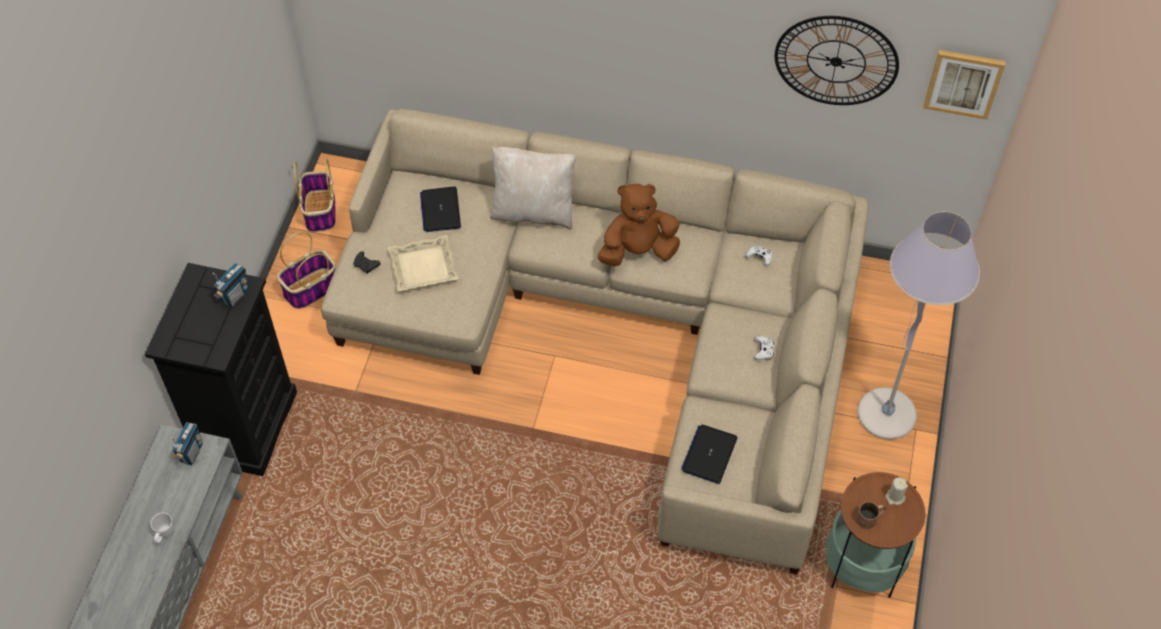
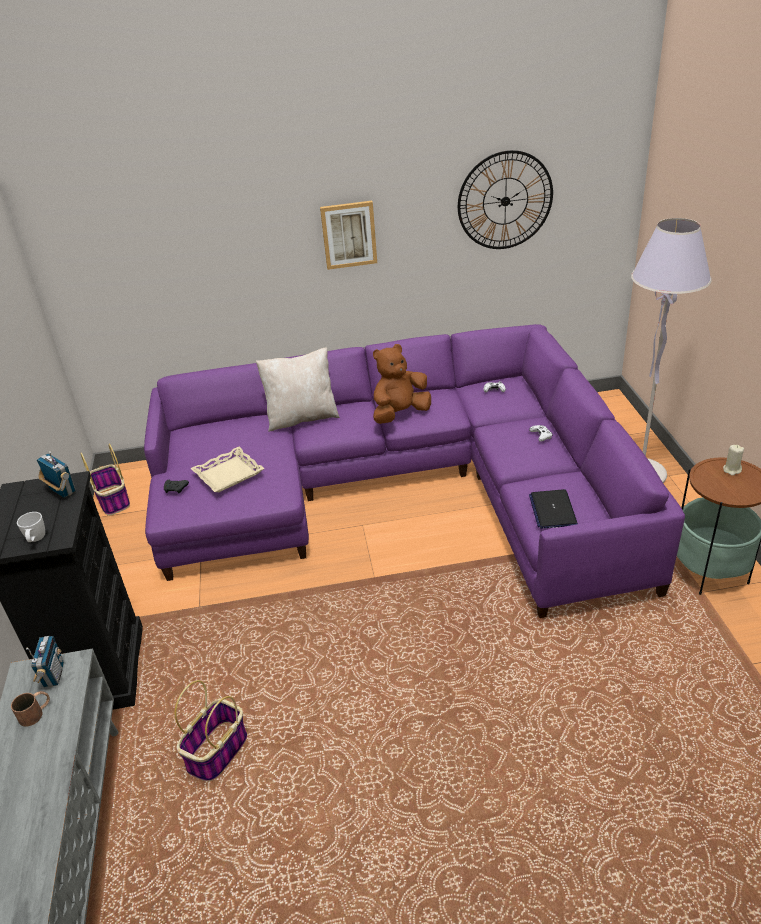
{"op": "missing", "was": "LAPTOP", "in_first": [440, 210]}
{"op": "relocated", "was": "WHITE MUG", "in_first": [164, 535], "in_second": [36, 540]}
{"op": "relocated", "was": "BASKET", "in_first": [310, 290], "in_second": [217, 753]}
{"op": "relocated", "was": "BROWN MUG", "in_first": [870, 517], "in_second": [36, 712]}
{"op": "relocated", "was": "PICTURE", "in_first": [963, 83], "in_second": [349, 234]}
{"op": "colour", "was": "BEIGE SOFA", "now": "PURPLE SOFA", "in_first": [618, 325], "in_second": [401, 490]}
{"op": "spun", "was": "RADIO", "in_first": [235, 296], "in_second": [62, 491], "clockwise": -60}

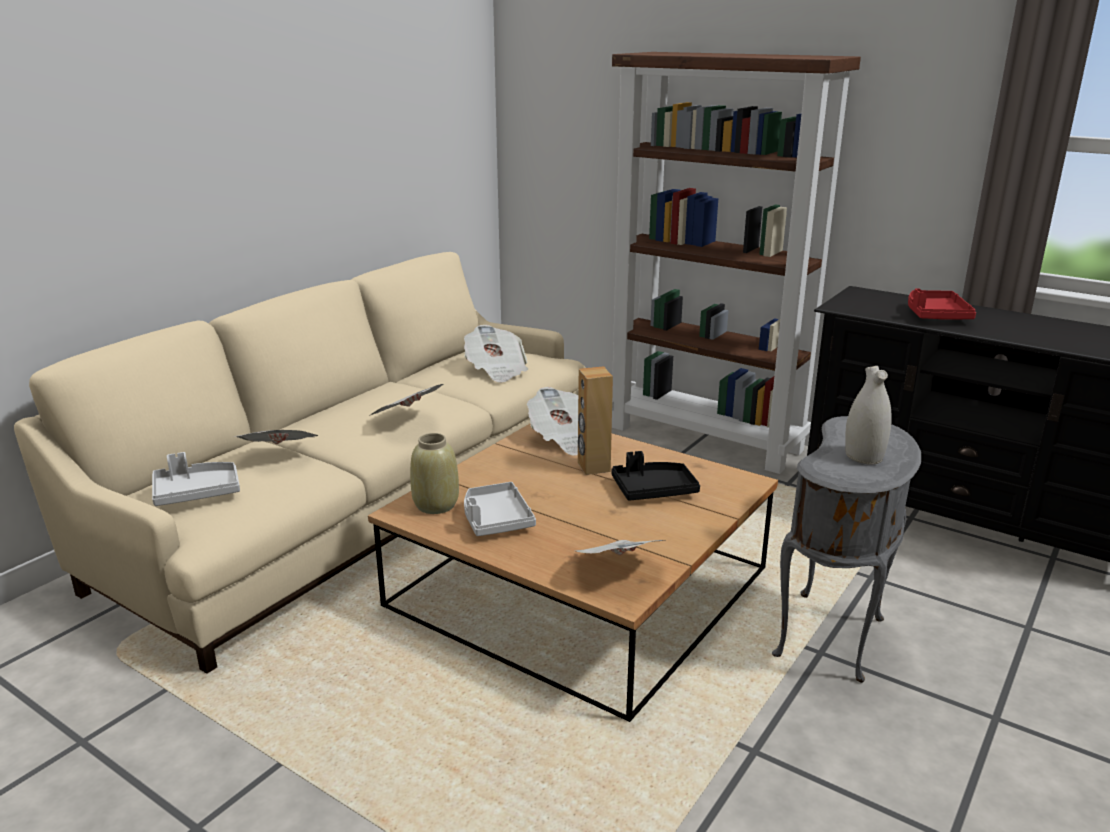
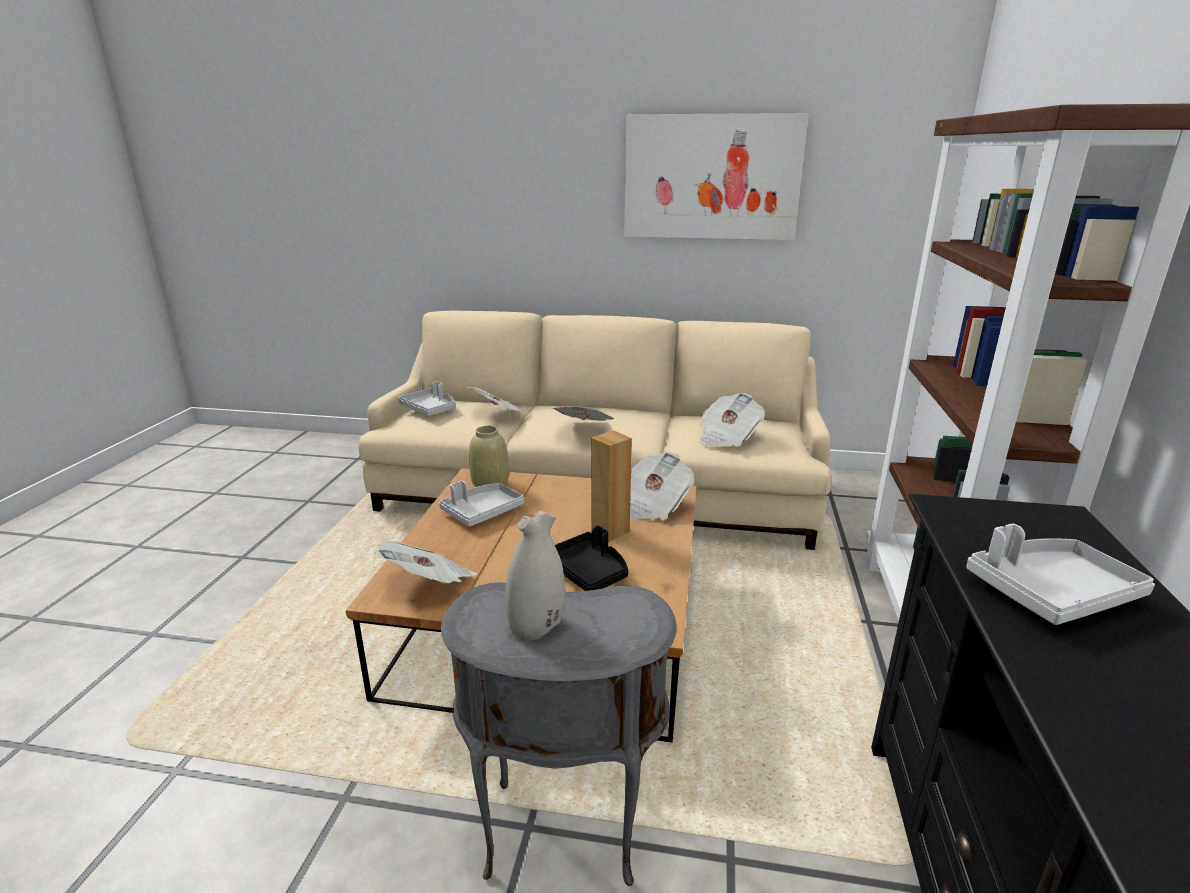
{"op": "appeared", "now": "PICTURE", "in_second": [711, 177]}
{"op": "colour", "was": "RED TRAY", "now": "GREY TRAY", "in_first": [935, 315], "in_second": [1050, 592]}

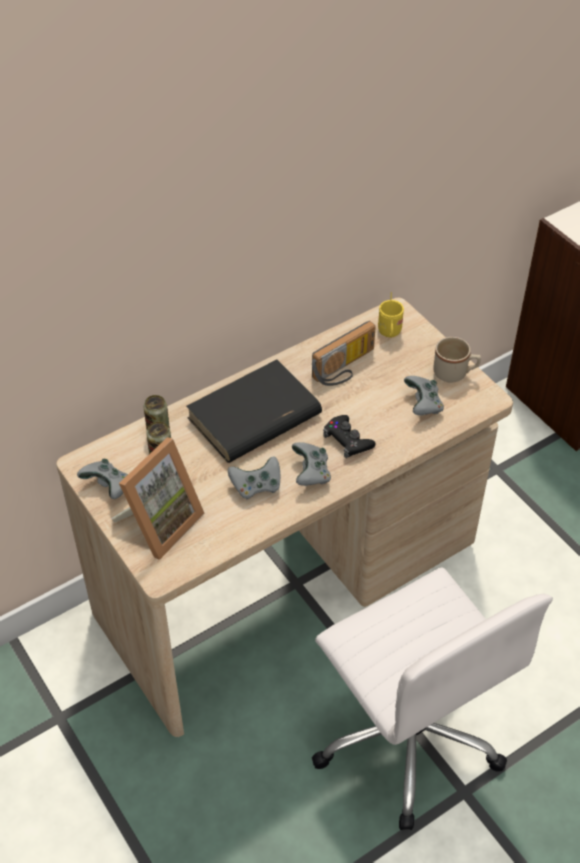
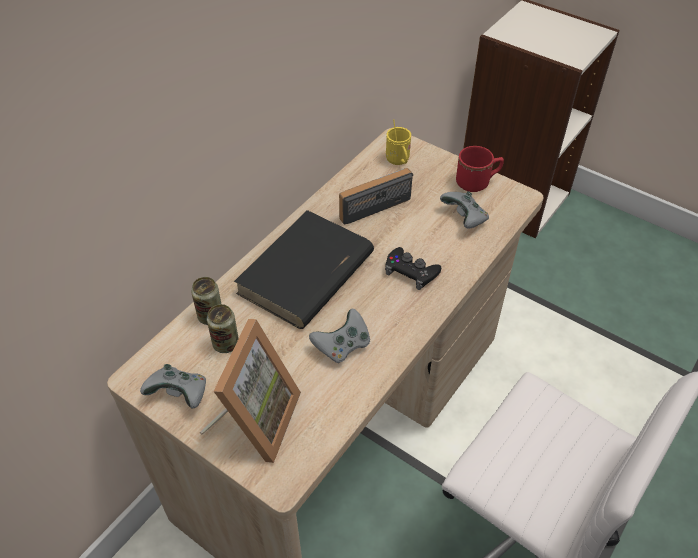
{"op": "missing", "was": "GREY GAME CONTROLLER", "in_first": [311, 473]}
{"op": "colour", "was": "BEIGE MUG", "now": "RED MUG", "in_first": [455, 373], "in_second": [477, 182]}
{"op": "spun", "was": "RADIO", "in_first": [345, 368], "in_second": [374, 203], "clockwise": -150}

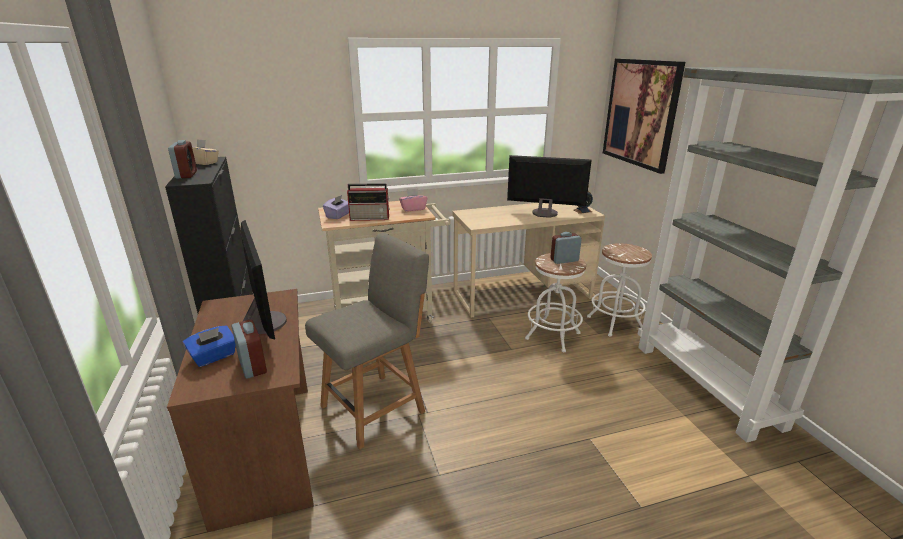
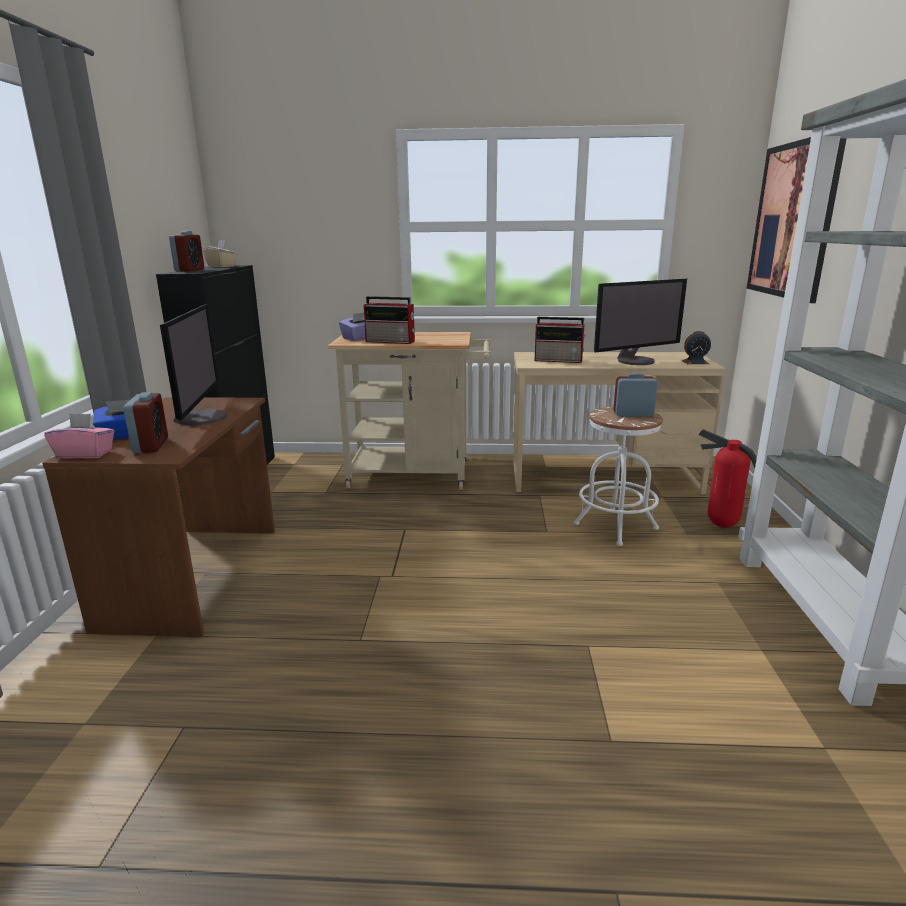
{"op": "missing", "was": "GREY CHAIR", "in_first": [376, 407]}
{"op": "appeared", "now": "RADIO", "in_second": [559, 360]}
{"op": "relocated", "was": "PINK TISSUE BOX", "in_first": [413, 209], "in_second": [85, 454]}
{"op": "exchanged", "was": "WHITE STOOL", "now": "FIRE EXTINGUISHER", "in_first": [614, 323], "in_second": [721, 526]}
{"op": "spun", "was": "MONITOR", "in_first": [544, 213], "in_second": [635, 361], "clockwise": 120}

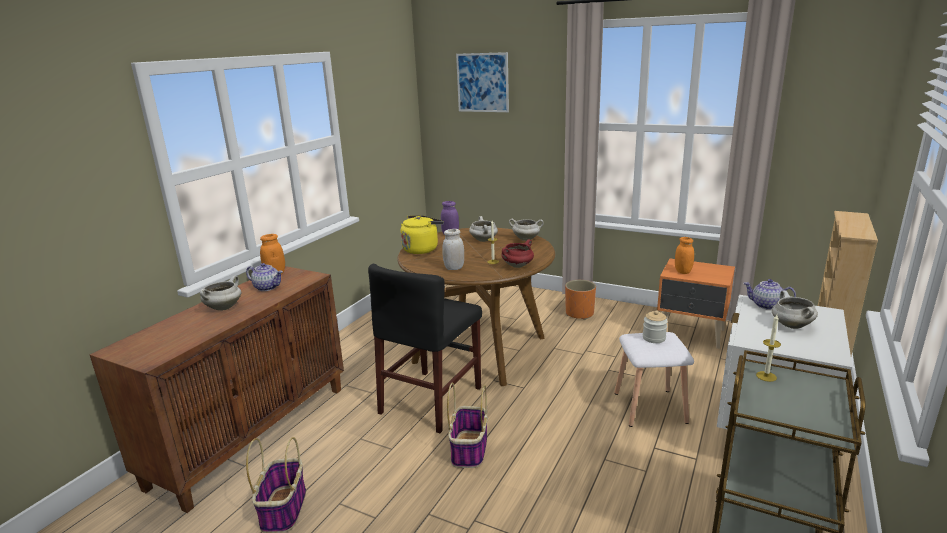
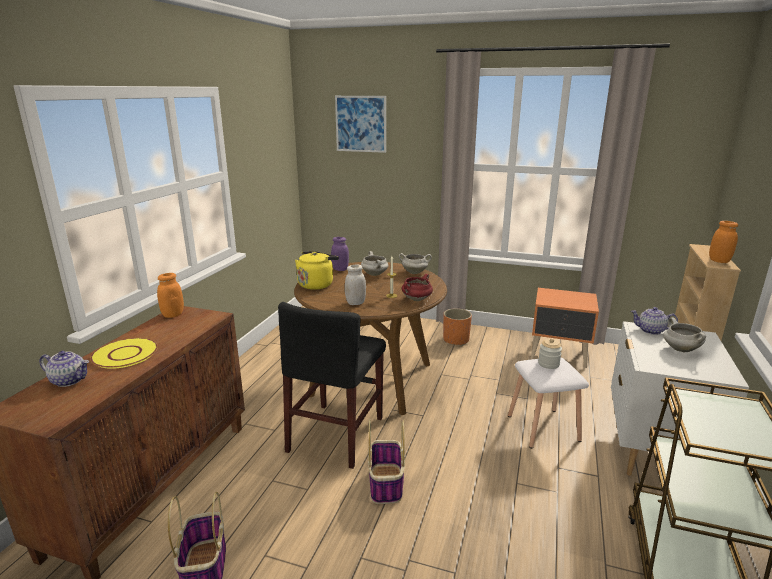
{"op": "missing", "was": "CANDLE", "in_first": [766, 376]}
{"op": "relocated", "was": "TEAPOT", "in_first": [267, 287], "in_second": [69, 380]}
{"op": "relocated", "was": "ORANGE JAR", "in_first": [683, 271], "in_second": [719, 261]}
{"op": "exchanged", "was": "WHITE COOKING POT", "now": "YELLOW PLATE", "in_first": [224, 307], "in_second": [125, 354]}

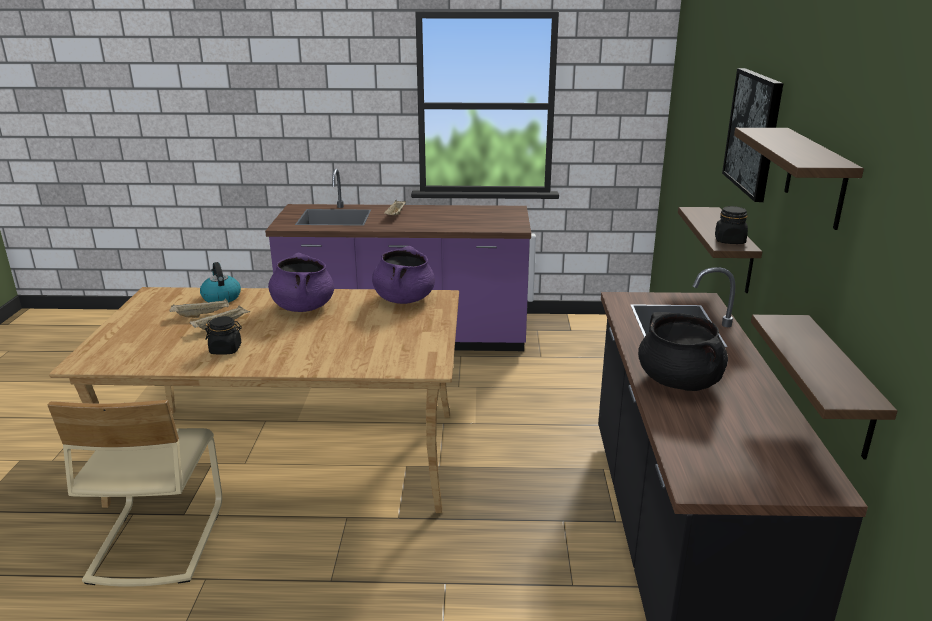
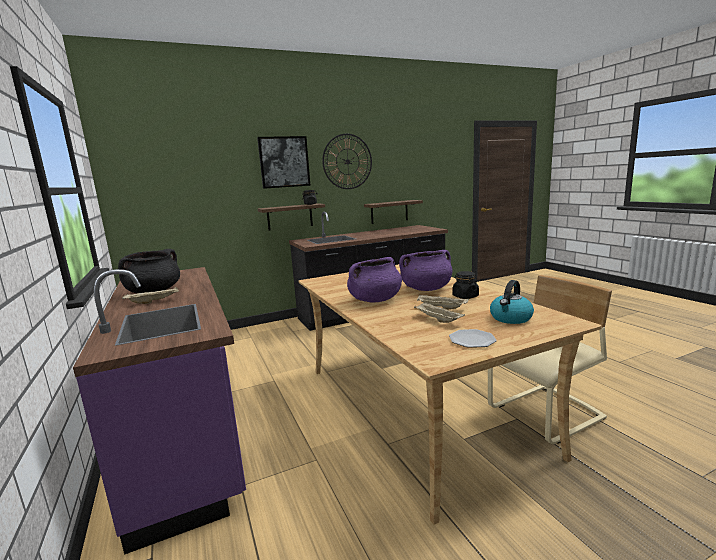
{"op": "appeared", "now": "PLATE", "in_second": [471, 340]}
{"op": "relocated", "was": "KETTLE", "in_first": [221, 297], "in_second": [511, 318]}
{"op": "relocated", "was": "PURPLE COOKING POT", "in_first": [404, 299], "in_second": [426, 289]}
{"op": "relocated", "was": "BLACK COOKING POT", "in_first": [679, 381], "in_second": [154, 292]}
{"op": "exchanged", "was": "SHELF", "now": "WALL CLOCK", "in_first": [815, 178], "in_second": [347, 161]}

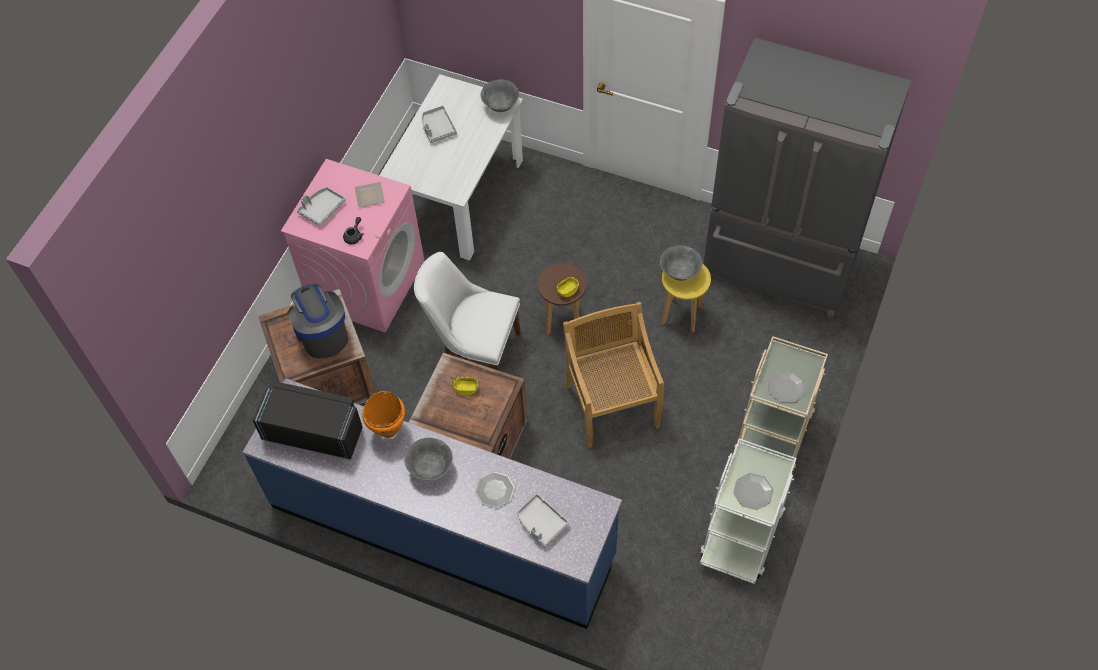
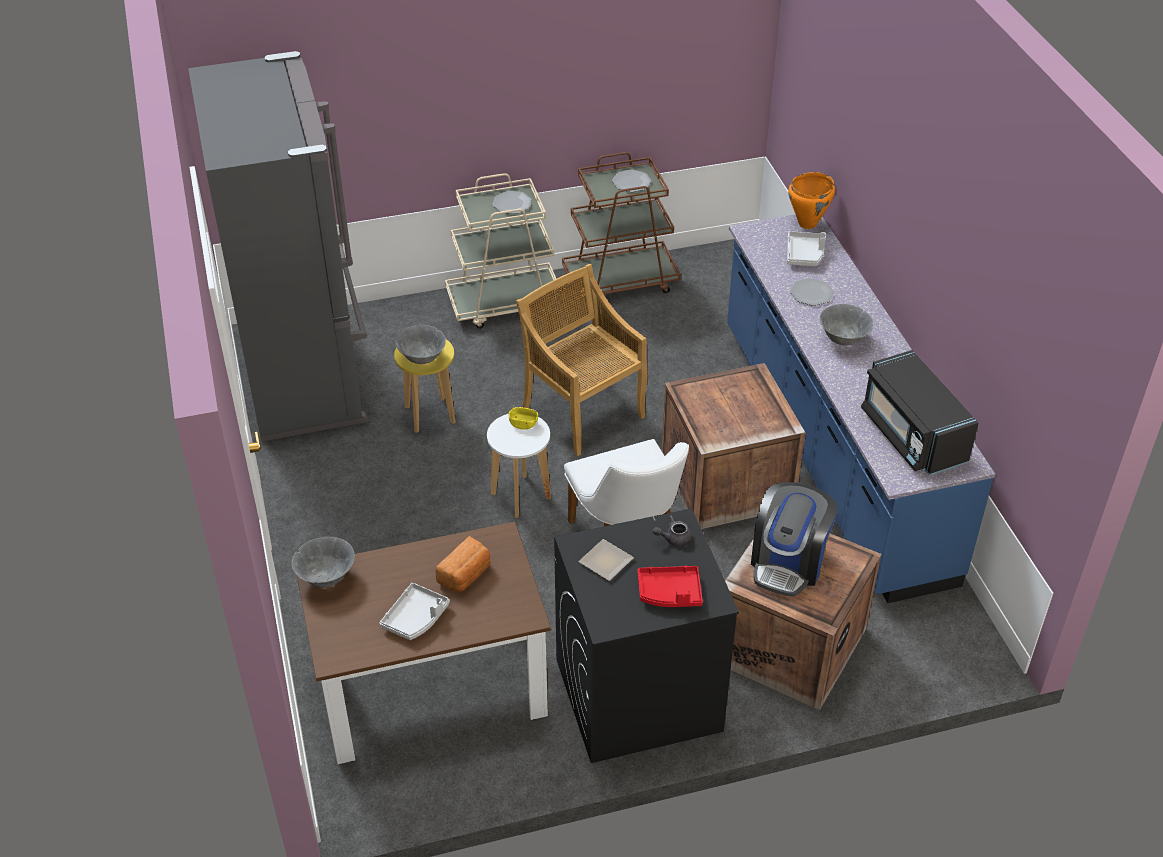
{"op": "missing", "was": "YELLOW BOWL", "in_first": [466, 389]}
{"op": "appeared", "now": "BREAD", "in_second": [466, 575]}
{"op": "relocated", "was": "ORANGE COOKING POT", "in_first": [388, 430], "in_second": [808, 223]}
{"op": "colour", "was": "PINK WASHING MACHINE", "now": "BLACK WASHING MACHINE", "in_first": [367, 283], "in_second": [637, 696]}
{"op": "colour", "was": "GREY TRAY", "now": "RED TRAY", "in_first": [322, 209], "in_second": [669, 593]}
{"op": "colour", "was": "WHITE DINING TABLE", "now": "BROWN DINING TABLE", "in_first": [459, 197], "in_second": [431, 689]}
{"op": "colour", "was": "BROWN STOOL", "now": "WHITE STOOL", "in_first": [562, 320], "in_second": [521, 496]}
{"op": "colour", "was": "WHITE CART", "now": "BROWN CART", "in_first": [742, 532], "in_second": [621, 281]}
{"op": "spun", "was": "BEIGE CHAIR", "in_first": [611, 404], "in_second": [582, 412], "clockwise": 105}

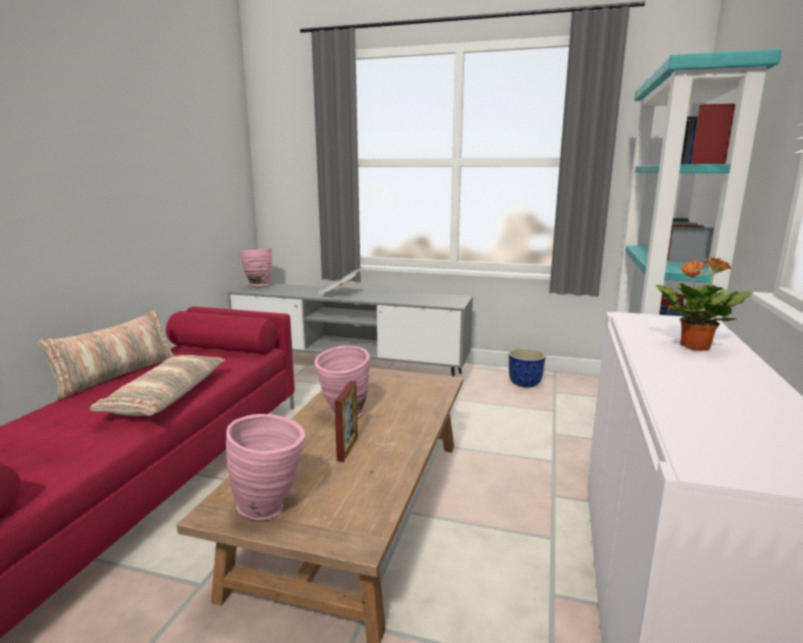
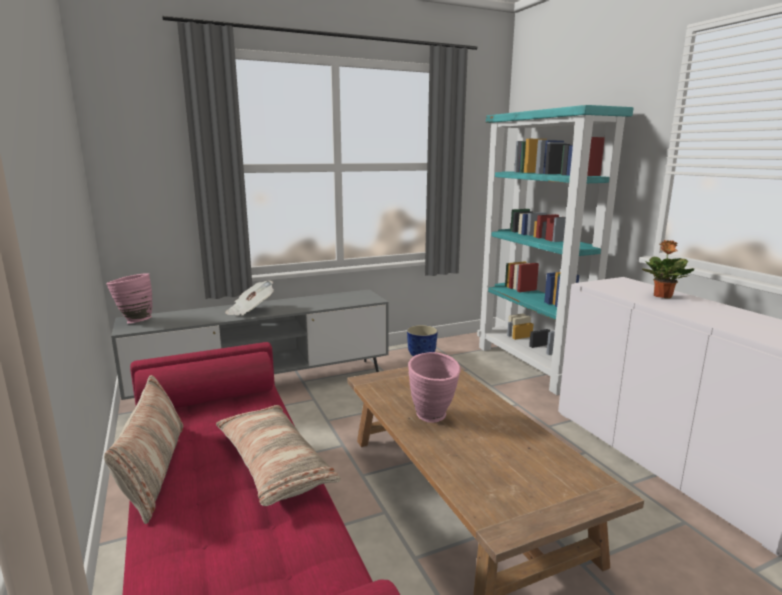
{"op": "missing", "was": "PINK VASE", "in_first": [272, 508]}
{"op": "missing", "was": "PICTURE FRAME", "in_first": [347, 448]}

